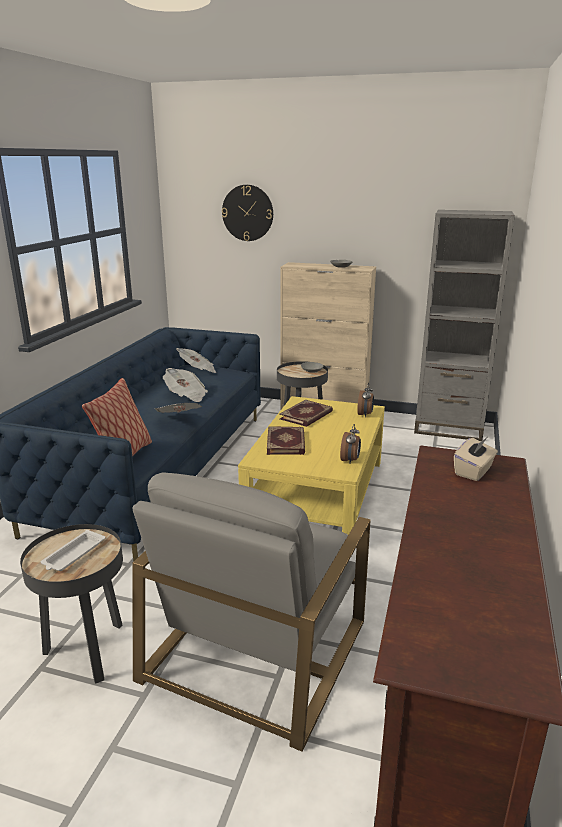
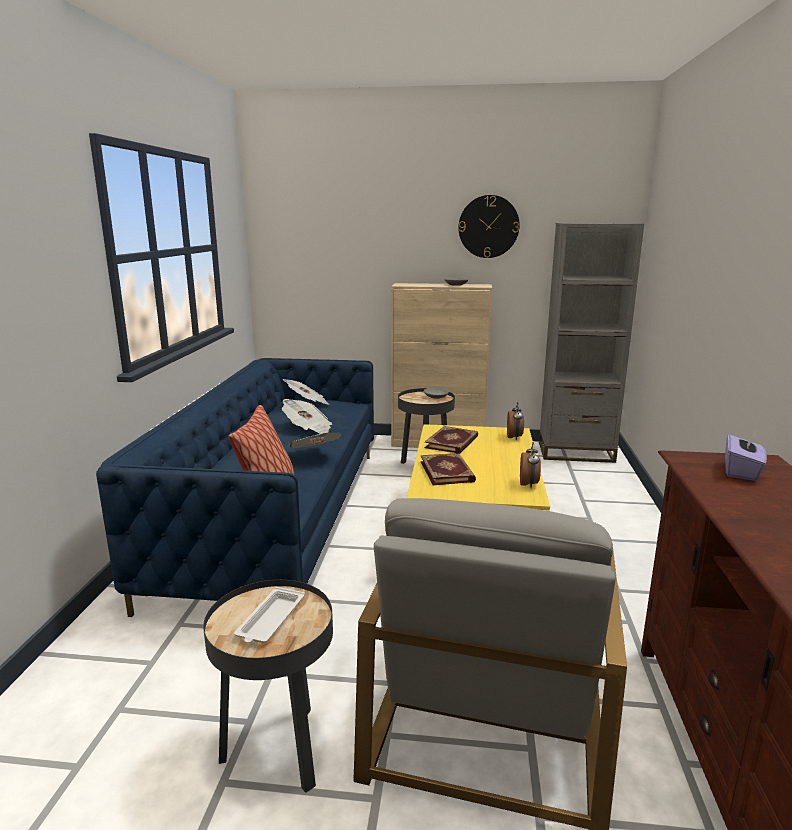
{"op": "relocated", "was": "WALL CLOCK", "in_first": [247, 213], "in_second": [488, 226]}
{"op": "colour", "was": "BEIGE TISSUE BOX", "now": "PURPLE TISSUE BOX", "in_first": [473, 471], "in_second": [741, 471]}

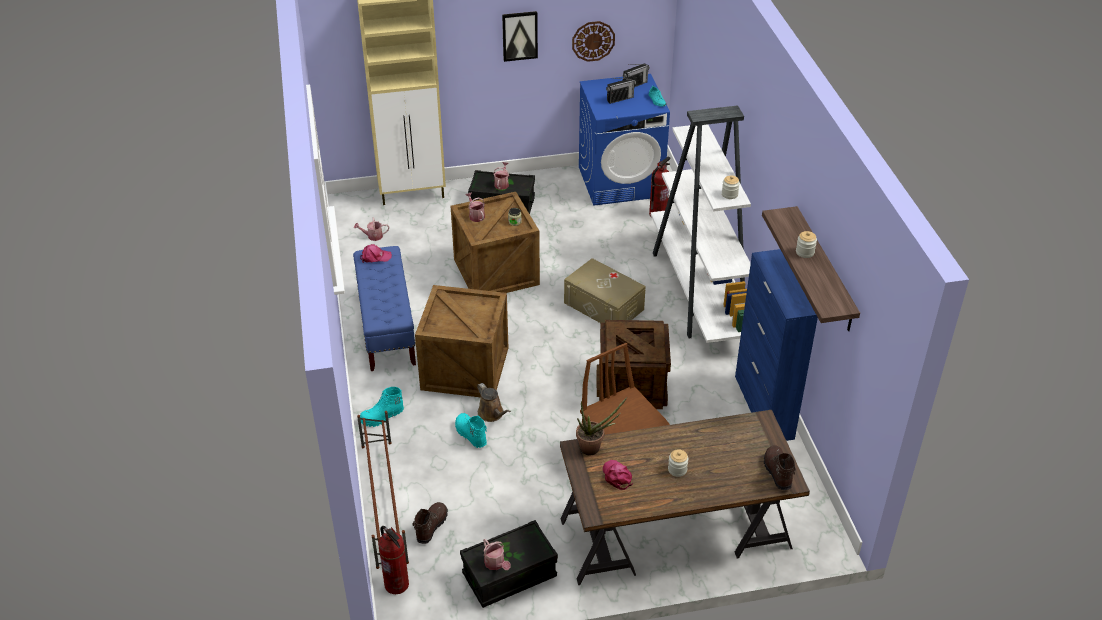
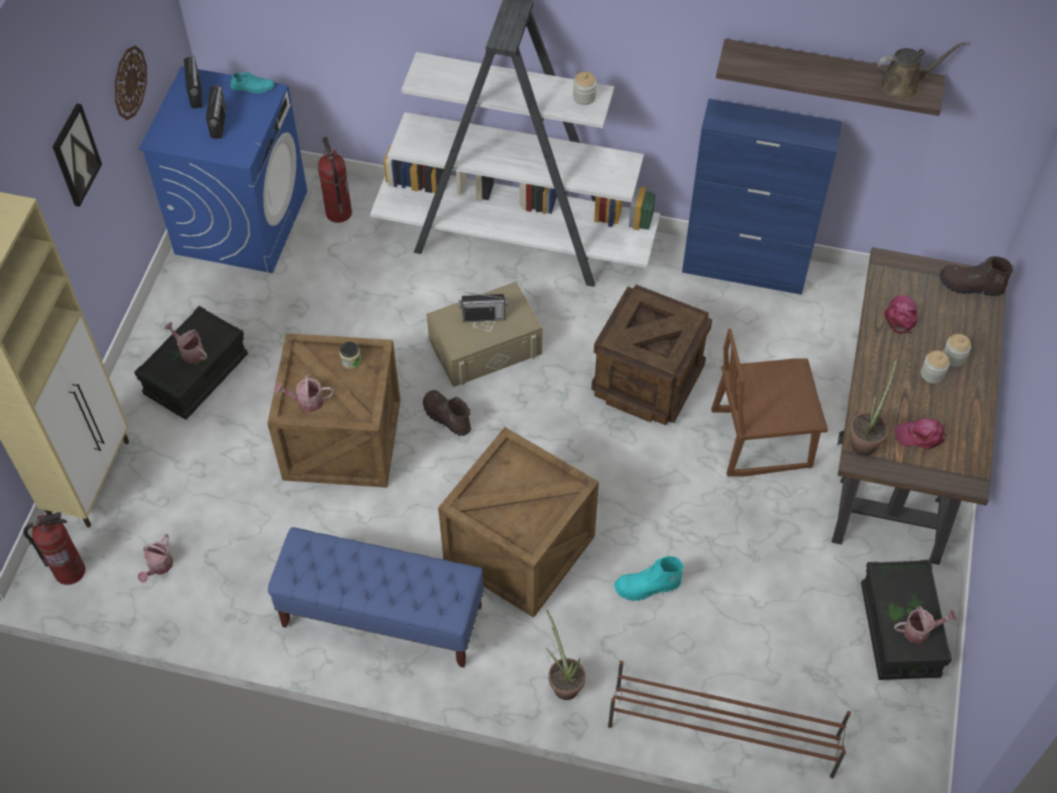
{"op": "appeared", "now": "RADIO", "in_second": [483, 316]}
{"op": "relocated", "was": "PINK CAP", "in_first": [375, 257], "in_second": [901, 316]}
{"op": "relocated", "was": "FIRE EXTINGUISHER", "in_first": [396, 584], "in_second": [70, 571]}
{"op": "relocated", "was": "BROWN BOOT", "in_first": [431, 526], "in_second": [446, 417]}
{"op": "relocated", "was": "BROWN WATERING CAN", "in_first": [492, 414], "in_second": [904, 85]}
{"op": "relocated", "was": "JAR", "in_first": [805, 252], "in_second": [953, 357]}
{"op": "exchanged", "was": "TURQUOISE BOOT", "now": "POTTED PLANT", "in_first": [382, 417], "in_second": [563, 682]}

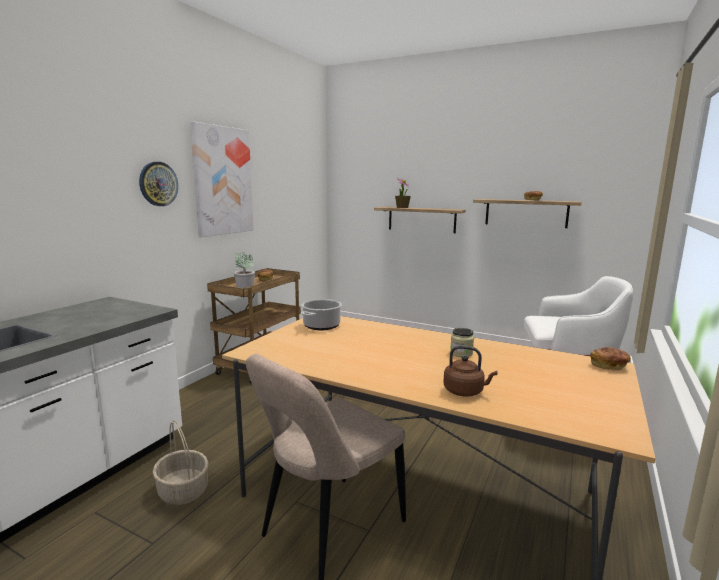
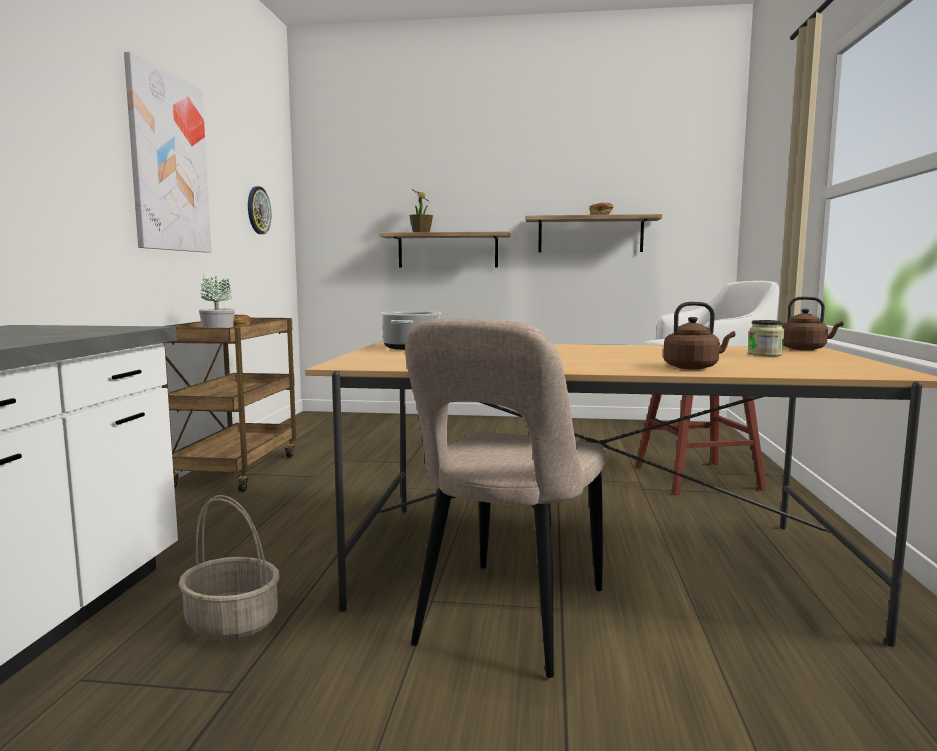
{"op": "relocated", "was": "WALL CLOCK", "in_first": [158, 184], "in_second": [258, 210]}
{"op": "relocated", "was": "JAR", "in_first": [461, 353], "in_second": [765, 354]}
{"op": "exchanged", "was": "BREAD", "now": "BROWN KETTLE", "in_first": [609, 366], "in_second": [805, 349]}

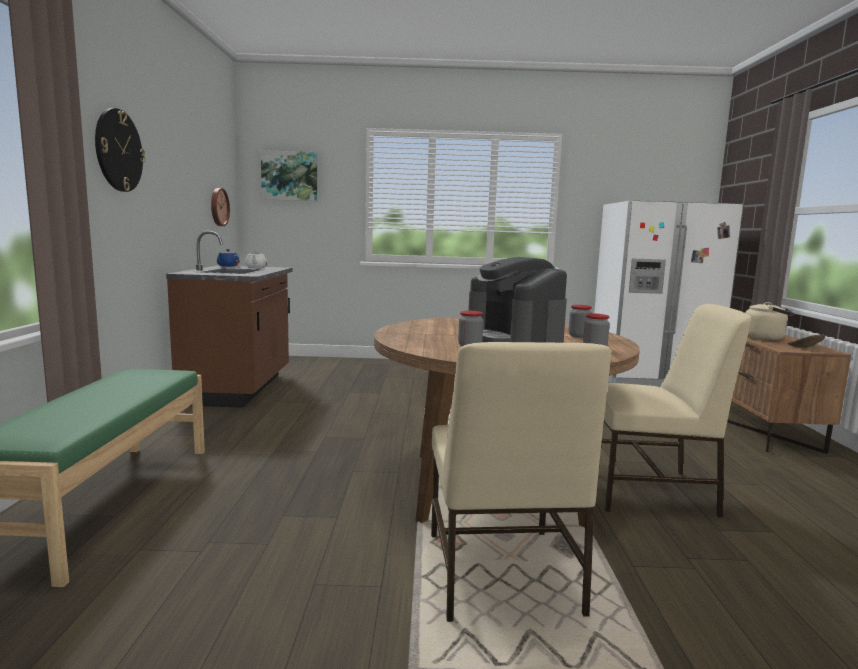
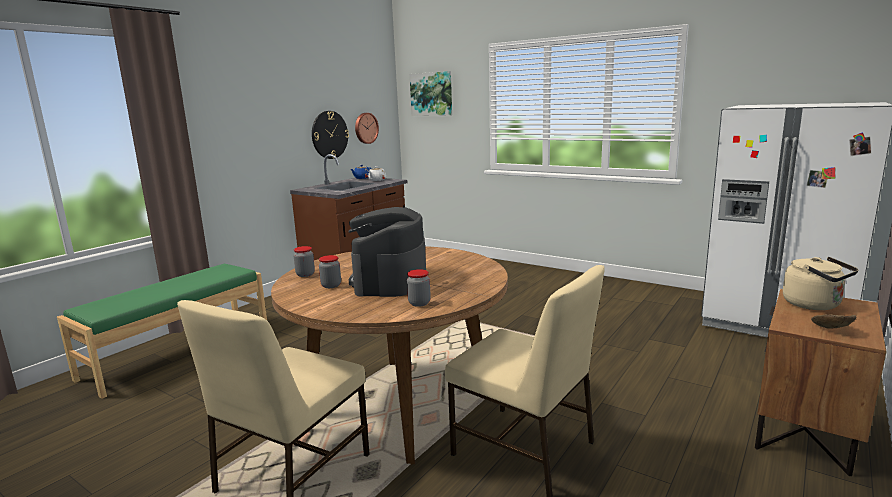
{"op": "relocated", "was": "WALL CLOCK", "in_first": [118, 150], "in_second": [329, 135]}
{"op": "relocated", "was": "JAR", "in_first": [579, 336], "in_second": [305, 274]}

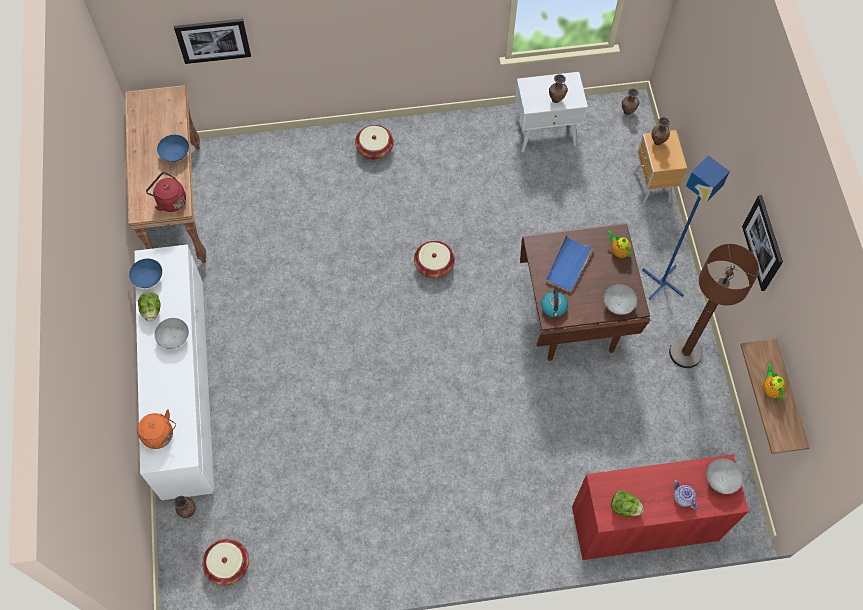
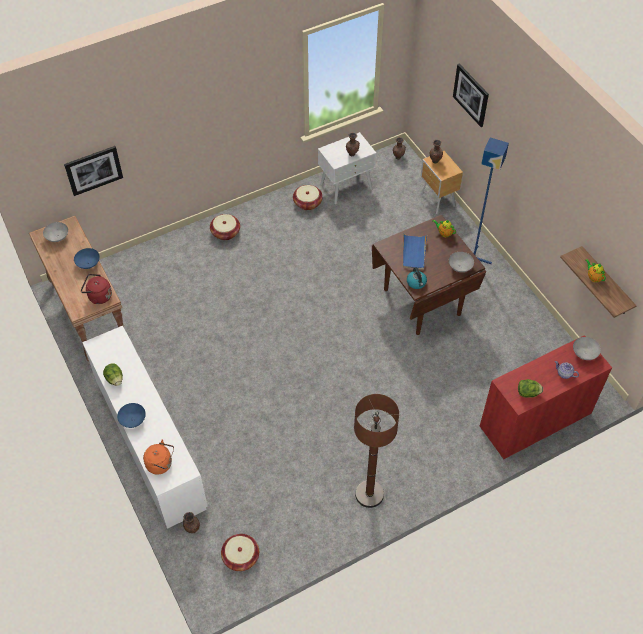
{"op": "relocated", "was": "BLUE BOWL", "in_first": [148, 279], "in_second": [133, 420]}
{"op": "relocated", "was": "GREY BOWL", "in_first": [173, 338], "in_second": [57, 237]}
{"op": "relocated", "was": "BASKET", "in_first": [434, 265], "in_second": [307, 203]}
{"op": "relocated", "was": "BROWN FLOOR LAMP", "in_first": [685, 353], "in_second": [369, 494]}
{"op": "relocated", "was": "PICTURE", "in_first": [763, 243], "in_second": [471, 95]}

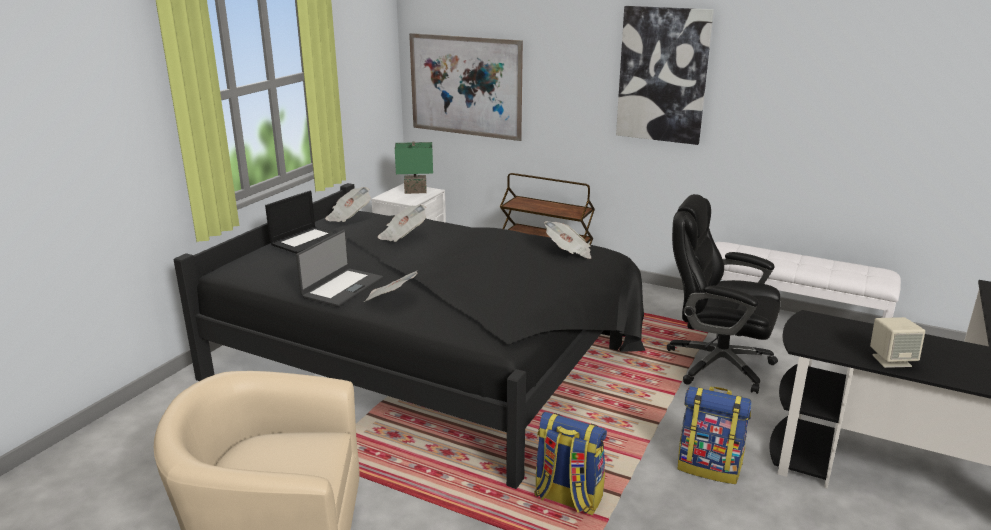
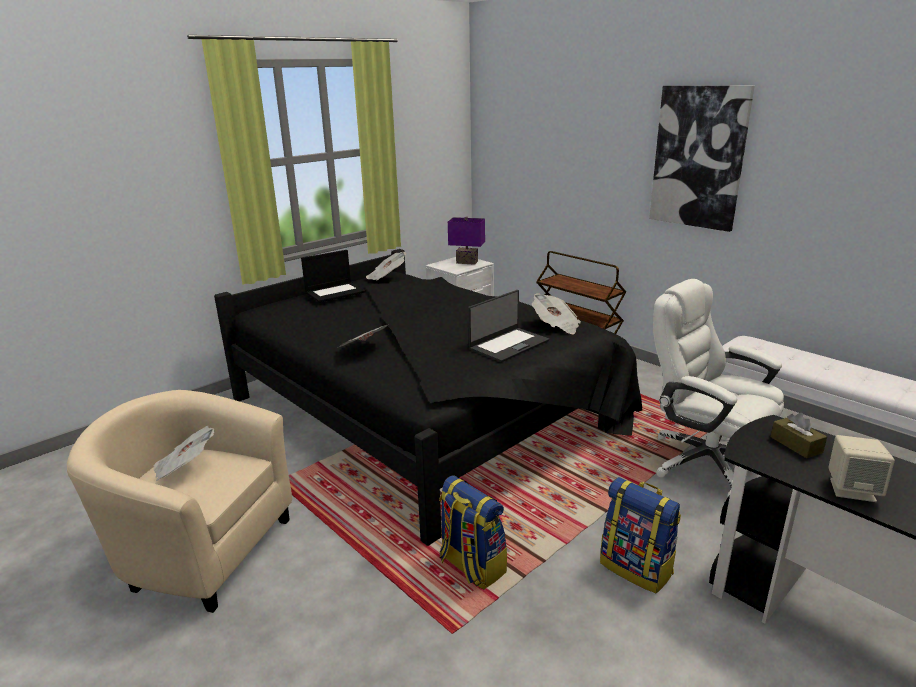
{"op": "missing", "was": "PICTURE", "in_first": [465, 86]}
{"op": "appeared", "now": "BROWN TISSUE BOX", "in_second": [796, 445]}
{"op": "relocated", "was": "LAPTOP", "in_first": [342, 287], "in_second": [508, 345]}
{"op": "relocated", "was": "NEWSPAPER", "in_first": [402, 236], "in_second": [185, 467]}
{"op": "colour", "was": "GREEN TABLE LAMP", "now": "PURPLE TABLE LAMP", "in_first": [415, 191], "in_second": [466, 262]}
{"op": "colour", "was": "BLACK OFFICE CHAIR", "now": "WHITE OFFICE CHAIR", "in_first": [716, 364], "in_second": [704, 462]}

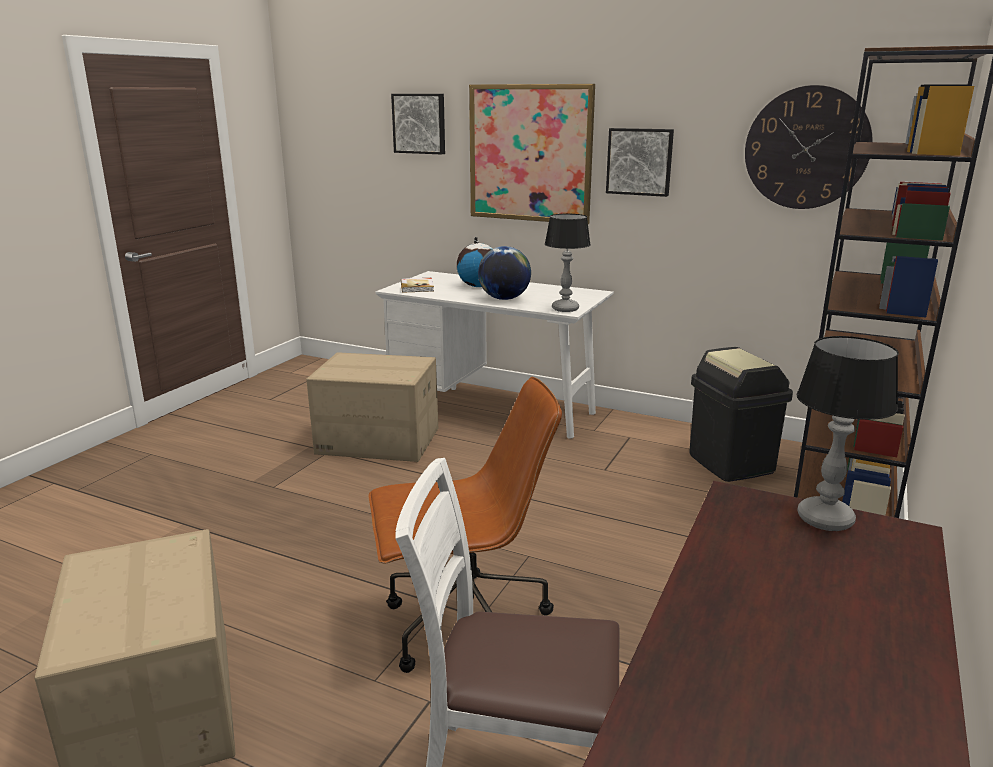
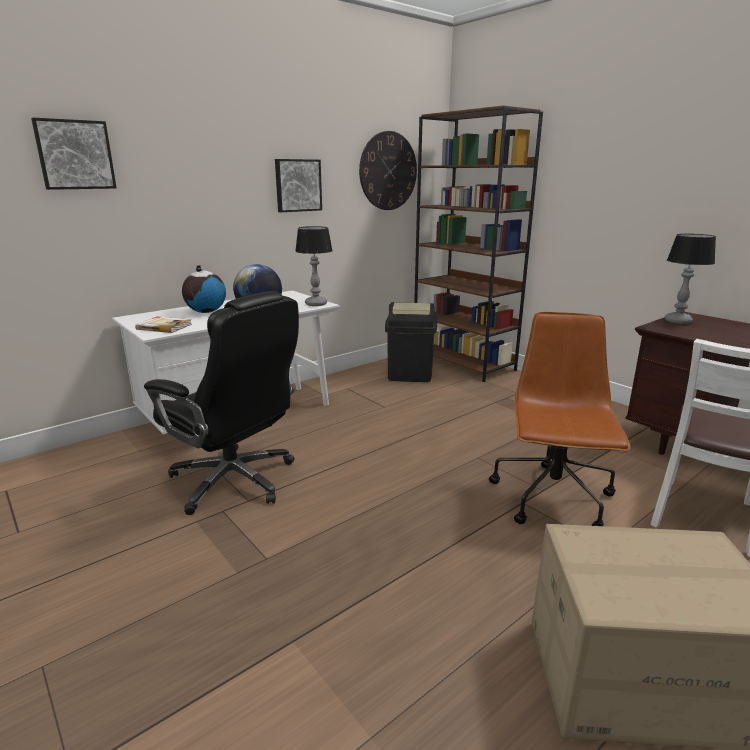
{"op": "missing", "was": "PICTURE", "in_first": [530, 153]}
{"op": "exchanged", "was": "CARDBOARD BOX", "now": "BLACK OFFICE CHAIR", "in_first": [377, 442], "in_second": [235, 480]}

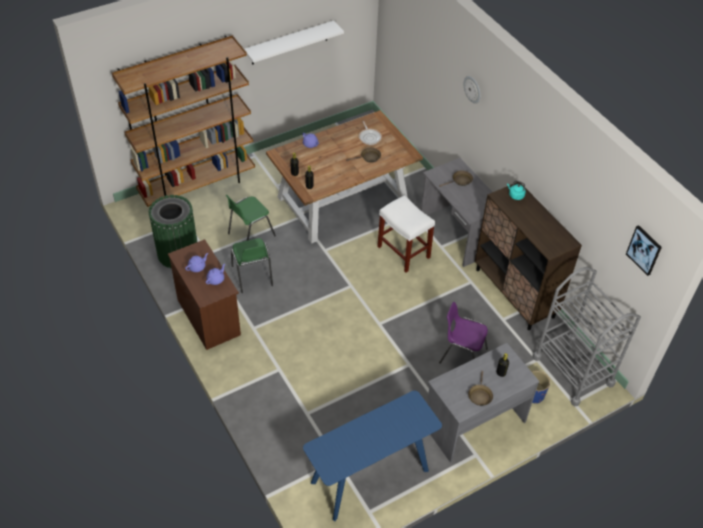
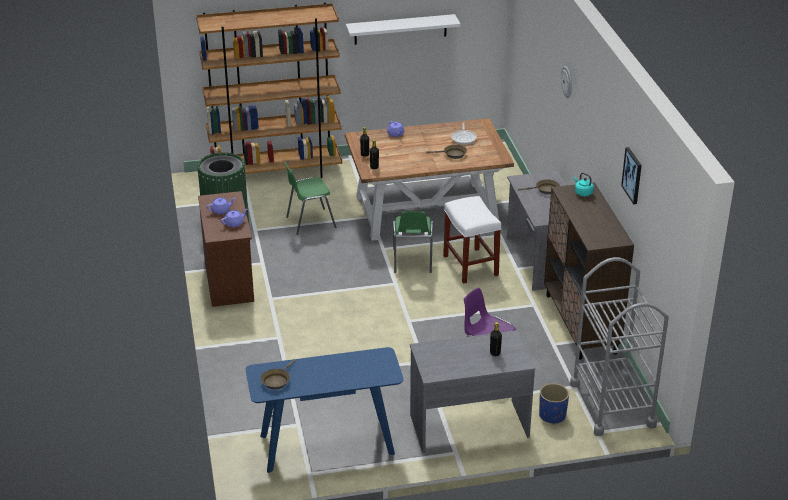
{"op": "relocated", "was": "GREEN CHAIR", "in_first": [252, 277], "in_second": [412, 261]}
{"op": "relocated", "was": "BROWN FRYING PAN", "in_first": [479, 395], "in_second": [276, 380]}
{"op": "relocated", "was": "PICTURE", "in_first": [644, 250], "in_second": [632, 175]}

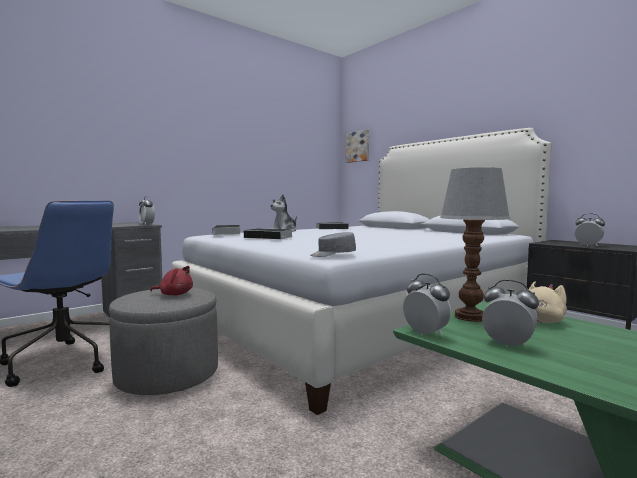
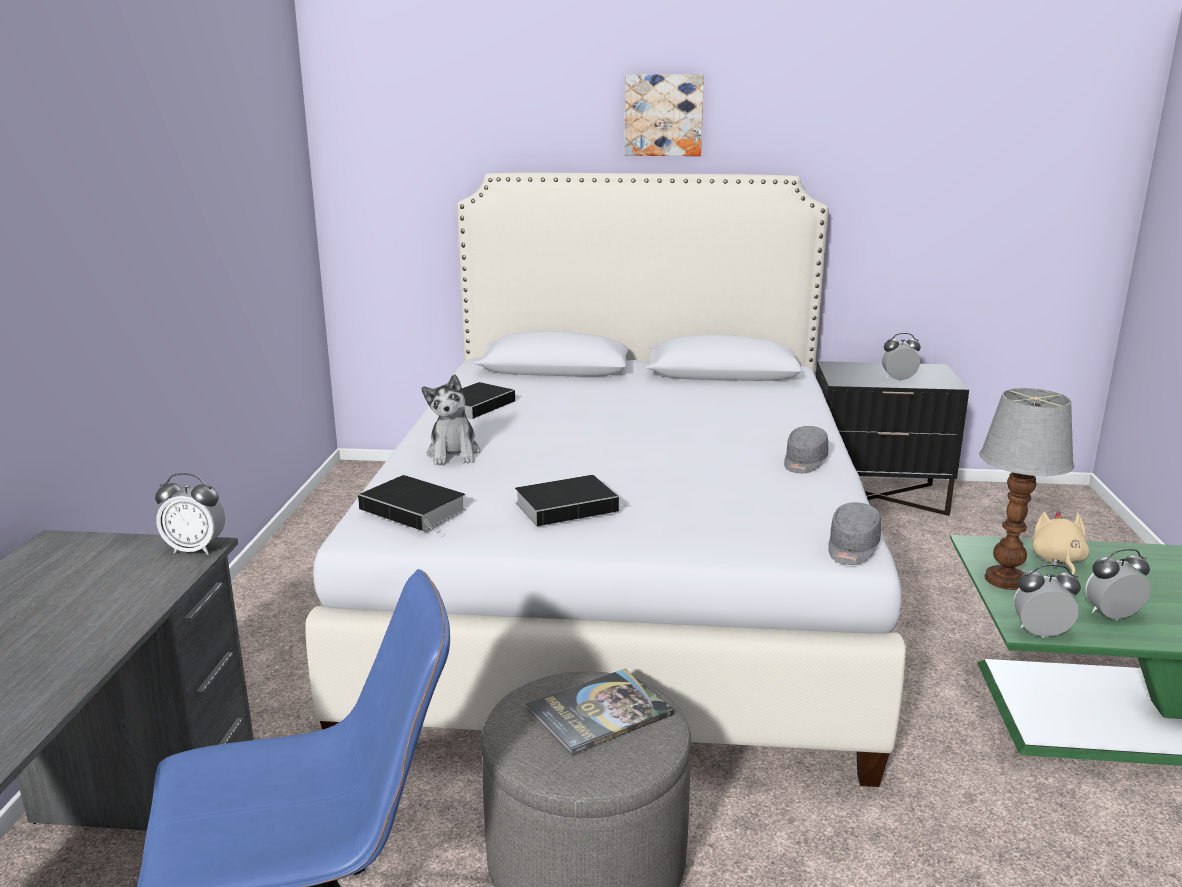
{"op": "appeared", "now": "GREY CAP", "in_second": [804, 462]}
{"op": "relocated", "was": "PICTURE", "in_first": [358, 146], "in_second": [663, 115]}
{"op": "exchanged", "was": "RED PLUSH TOY", "now": "BOOK", "in_first": [174, 294], "in_second": [599, 712]}

